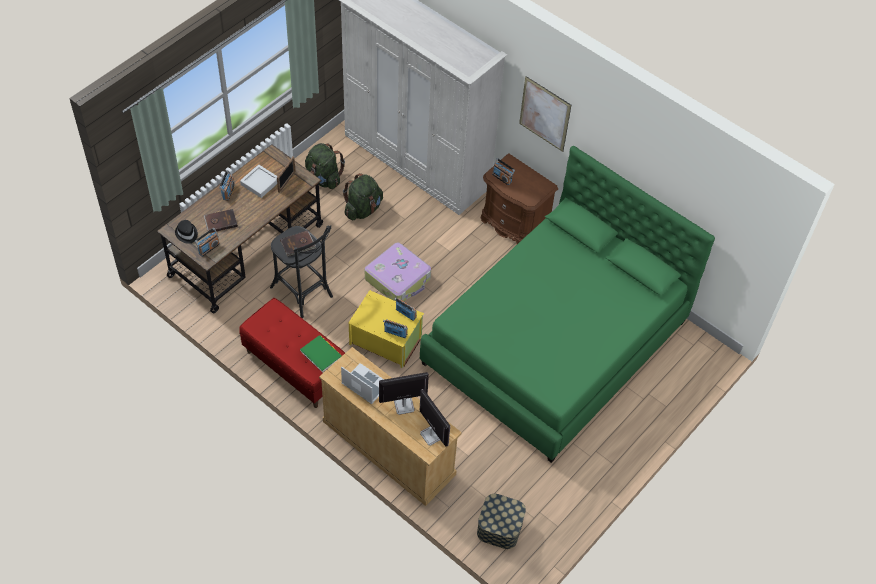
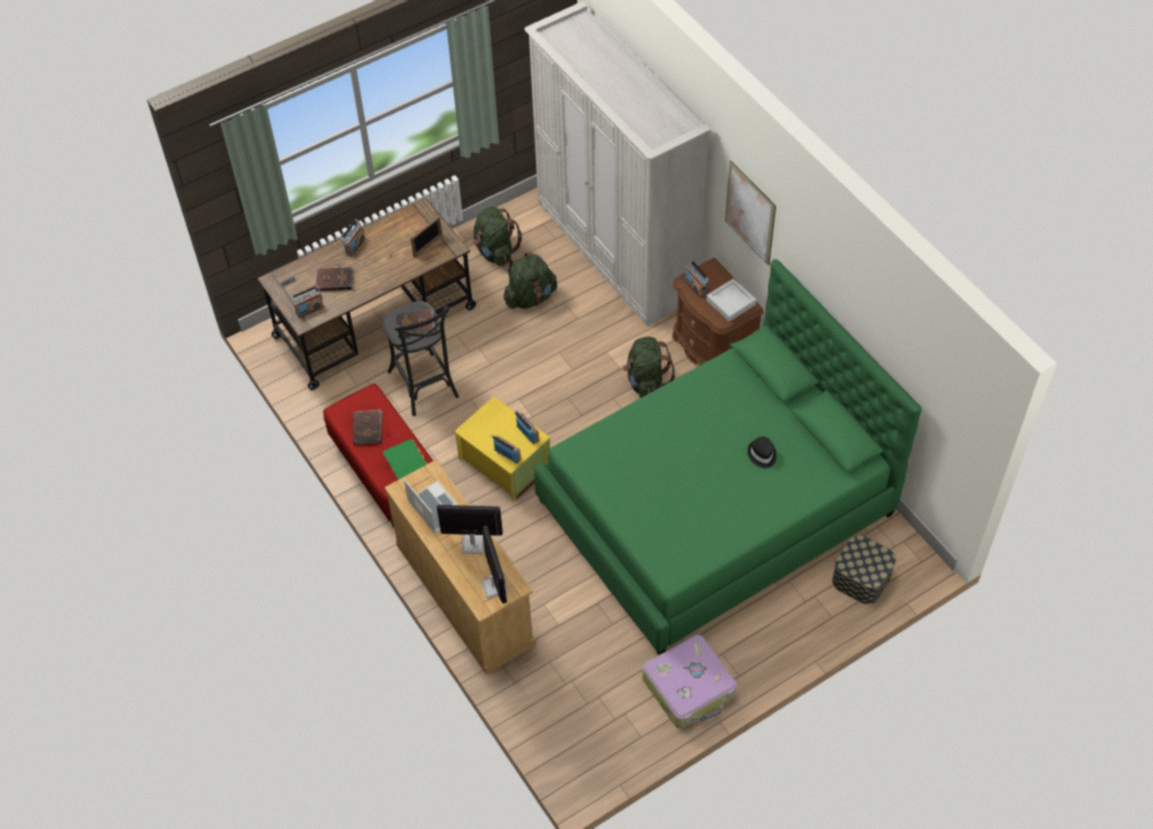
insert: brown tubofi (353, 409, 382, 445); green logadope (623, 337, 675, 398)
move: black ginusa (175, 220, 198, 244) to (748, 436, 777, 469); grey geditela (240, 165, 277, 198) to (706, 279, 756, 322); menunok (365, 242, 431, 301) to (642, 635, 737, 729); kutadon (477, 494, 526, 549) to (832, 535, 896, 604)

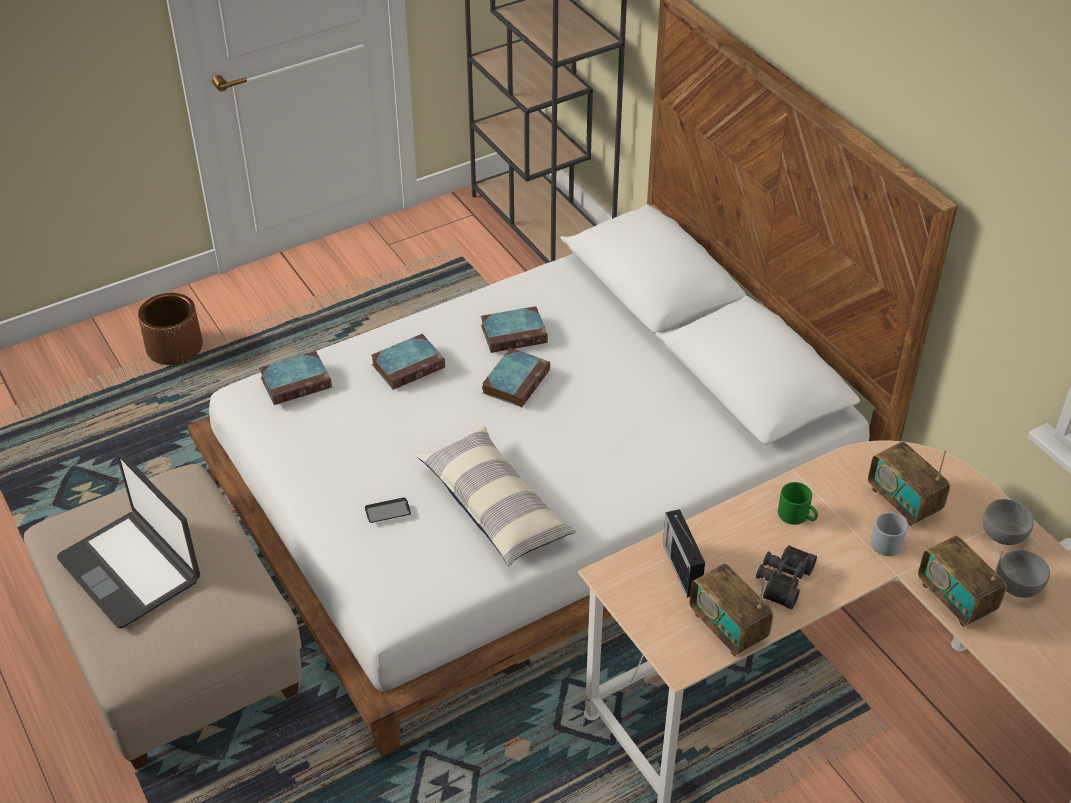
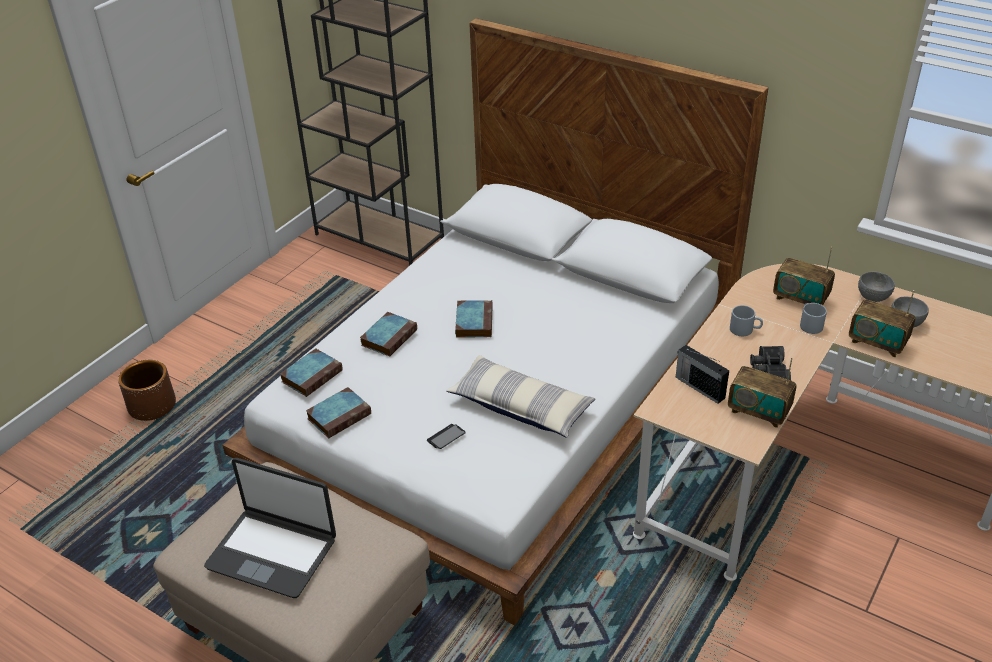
move: tubofi (481, 306, 548, 353) to (306, 387, 371, 438)
recolor: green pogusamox (778, 482, 818, 525) to grey pogusamox (730, 305, 763, 336)

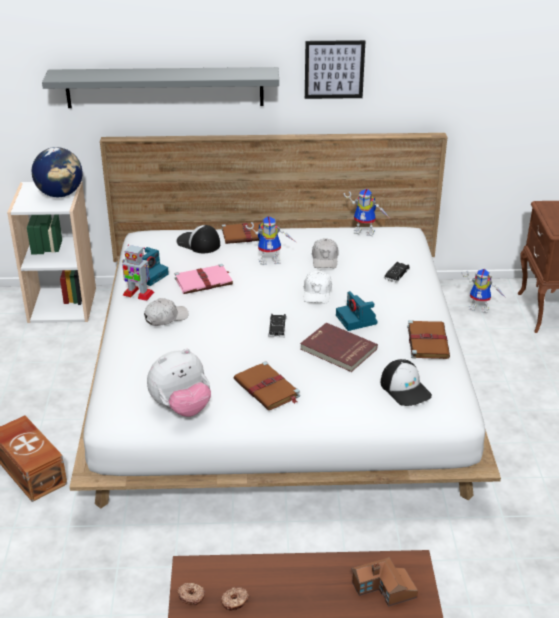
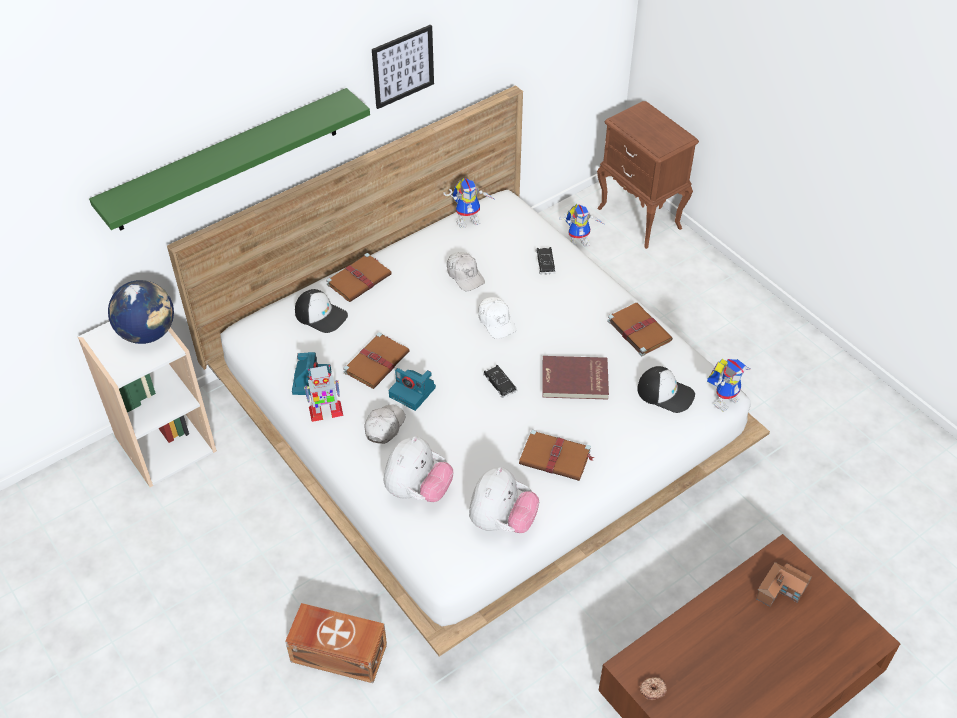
delete: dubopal (221, 587, 249, 611)
insert: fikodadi (383, 436, 453, 502)
move: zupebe (245, 216, 296, 265) to (707, 359, 750, 412); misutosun (336, 291, 377, 331) to (388, 368, 436, 411)
recolor: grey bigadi (42, 67, 279, 108) to green bigadi (89, 88, 370, 231); pink tubofi (175, 264, 233, 294) to brown tubofi (343, 333, 410, 389)
rotate: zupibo (177, 225, 220, 253) = (295, 289, 348, 333) 150 degrees counterclockwise

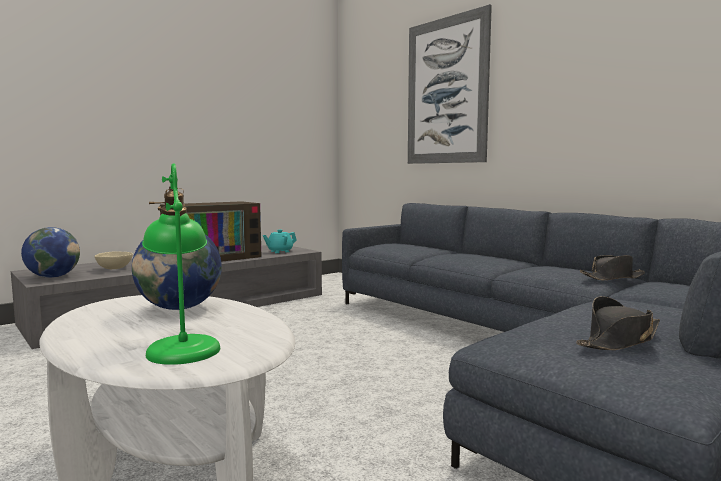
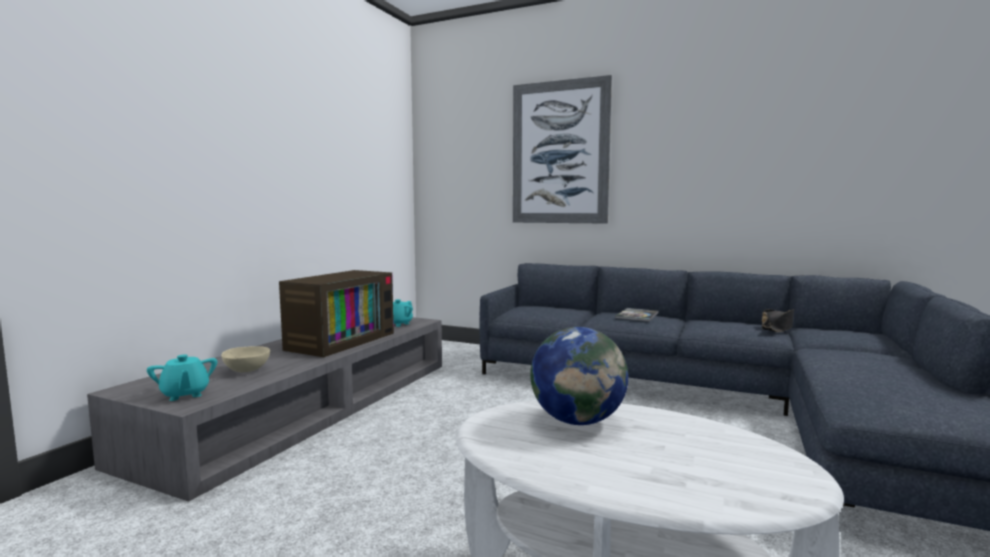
delete: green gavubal (142, 163, 220, 365); black ginusa (576, 296, 660, 350)
insert: tubofi (615, 308, 659, 322)
replace: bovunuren (21, 227, 80, 278) to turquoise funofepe (147, 354, 217, 401)

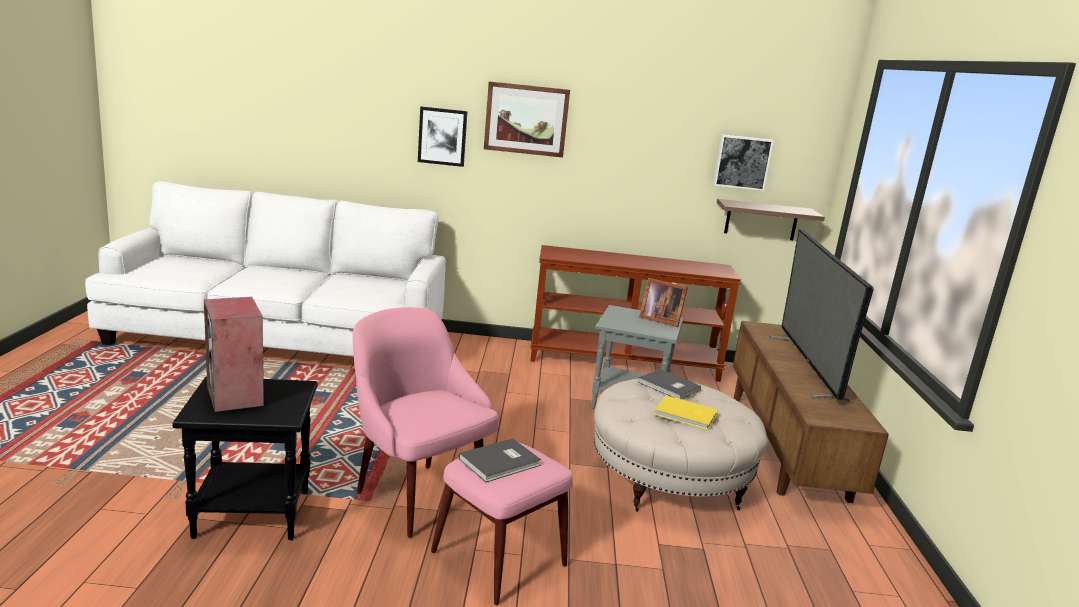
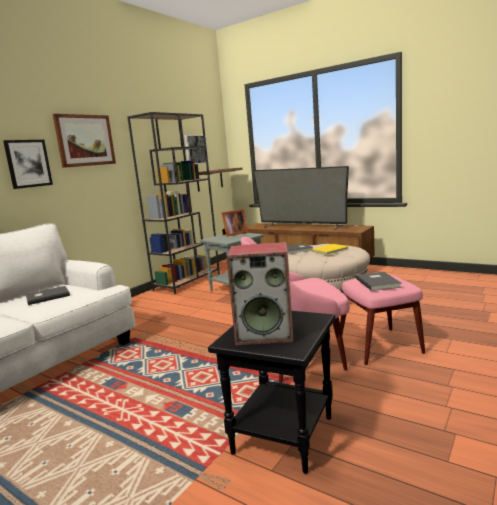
insert: grey tubofi (25, 286, 70, 305)
replace: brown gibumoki (530, 245, 741, 382) to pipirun (127, 112, 220, 294)

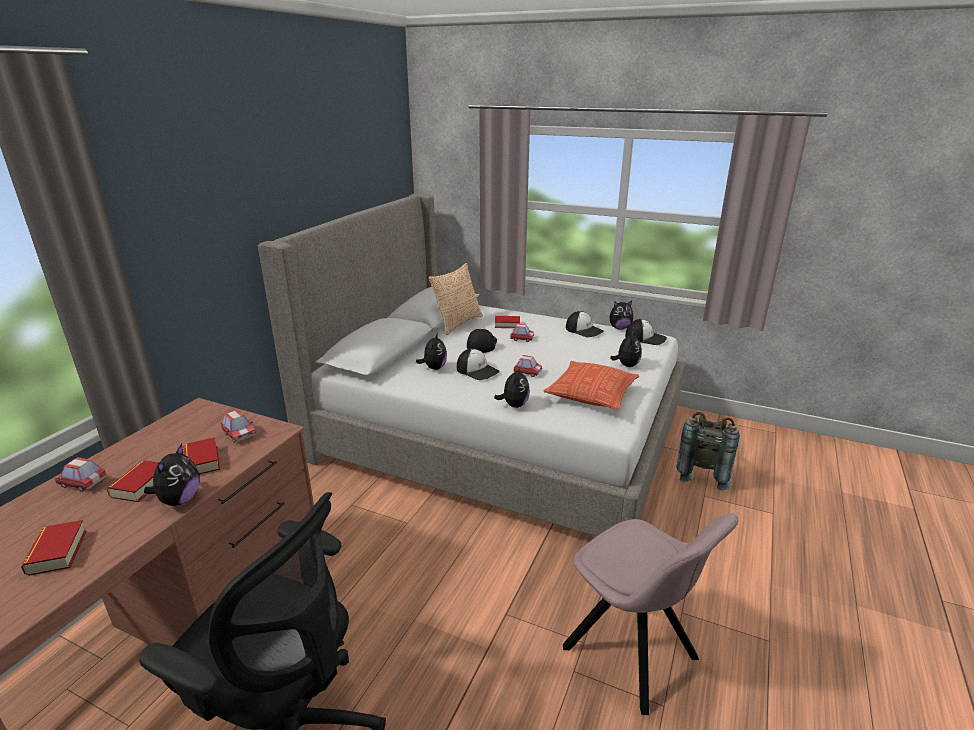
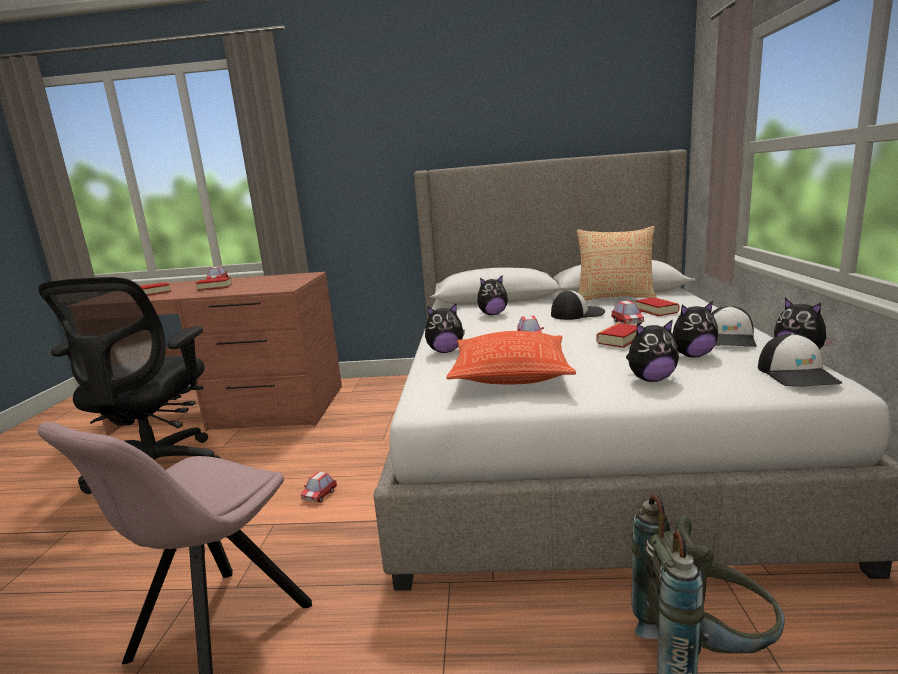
delete: zupibo (457, 348, 500, 380)
move: fikodadi (144, 444, 200, 506) to (671, 301, 718, 357); tubofi (183, 437, 220, 474) to (596, 323, 643, 348); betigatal (220, 410, 256, 443) to (301, 471, 337, 503)

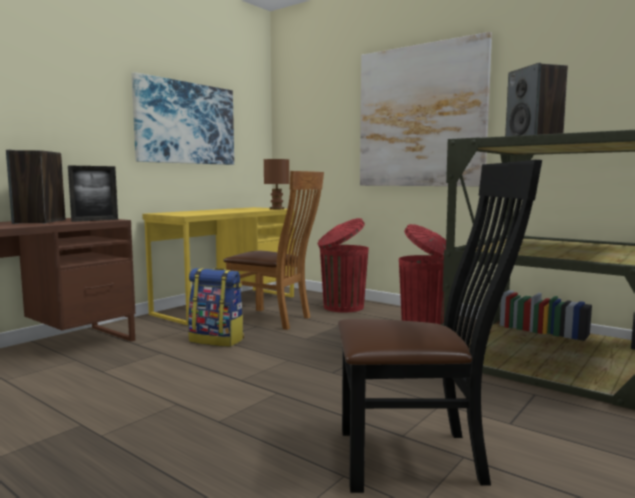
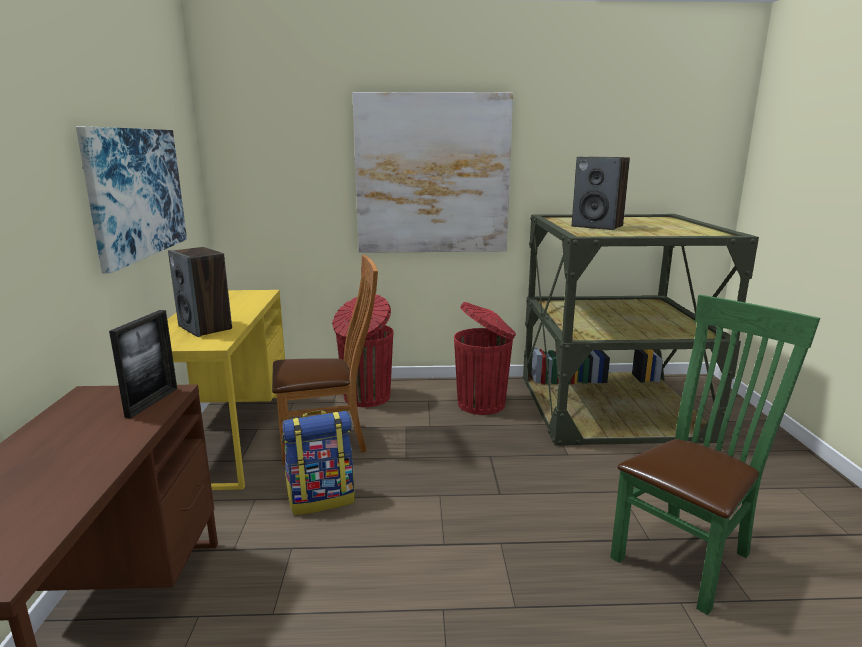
delete: brown gavubal (264, 159, 290, 210)
move: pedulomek (6, 150, 65, 224) to (168, 247, 232, 337)
recolor: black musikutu (338, 160, 542, 493) to green musikutu (610, 295, 820, 615)

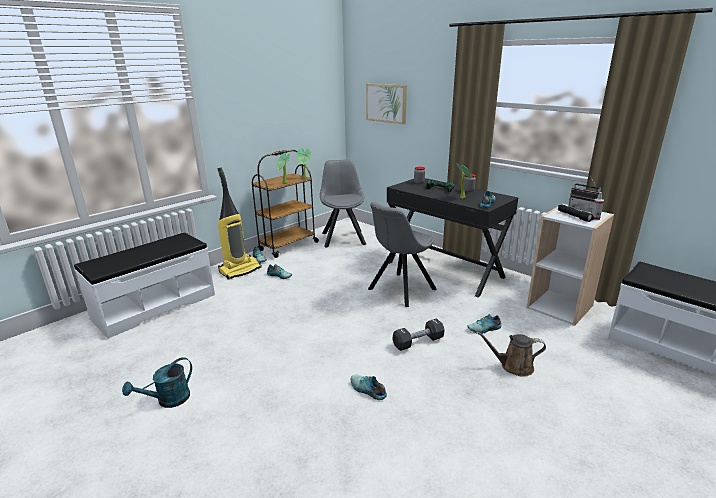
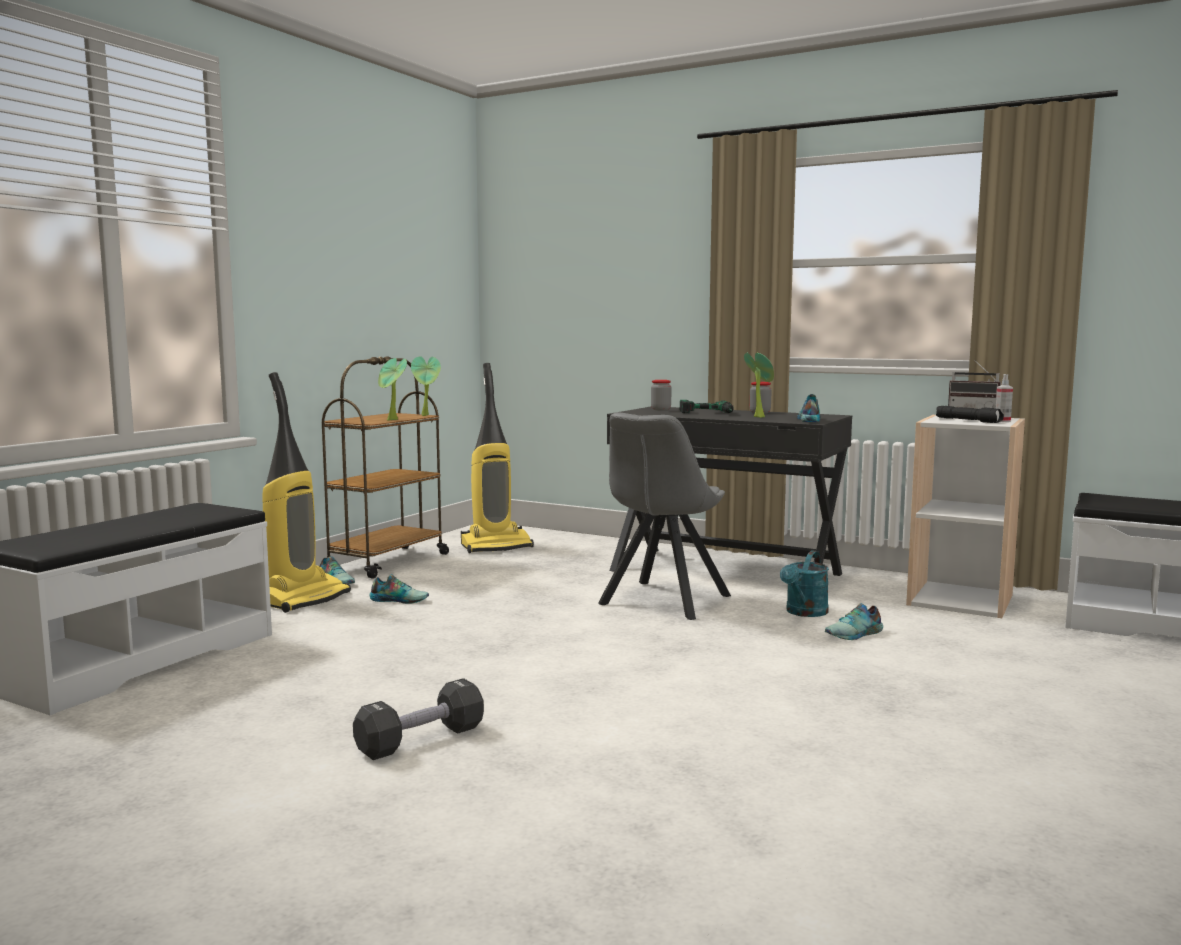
delete: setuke (351, 374, 387, 400); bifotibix (366, 84, 407, 124); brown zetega (476, 332, 546, 377)
move: turquoise zetega (122, 357, 192, 408) to (780, 550, 829, 617); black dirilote (393, 318, 445, 351) to (353, 678, 484, 760)
replace: grey musikutu (320, 159, 366, 247) to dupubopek (461, 363, 534, 553)

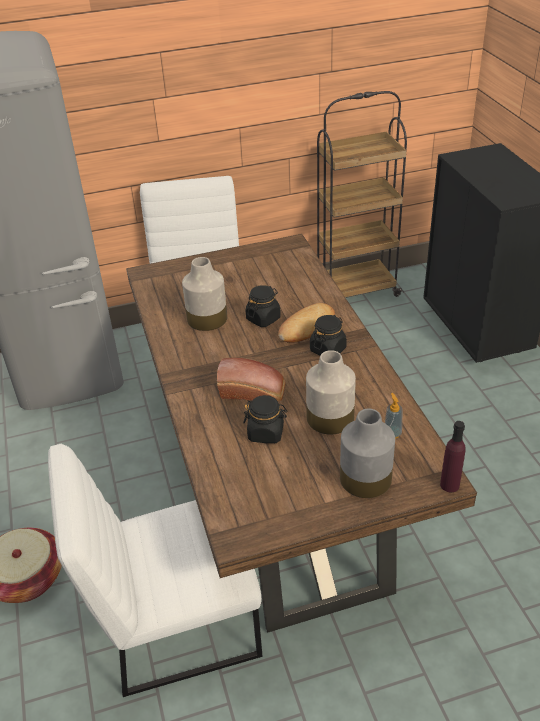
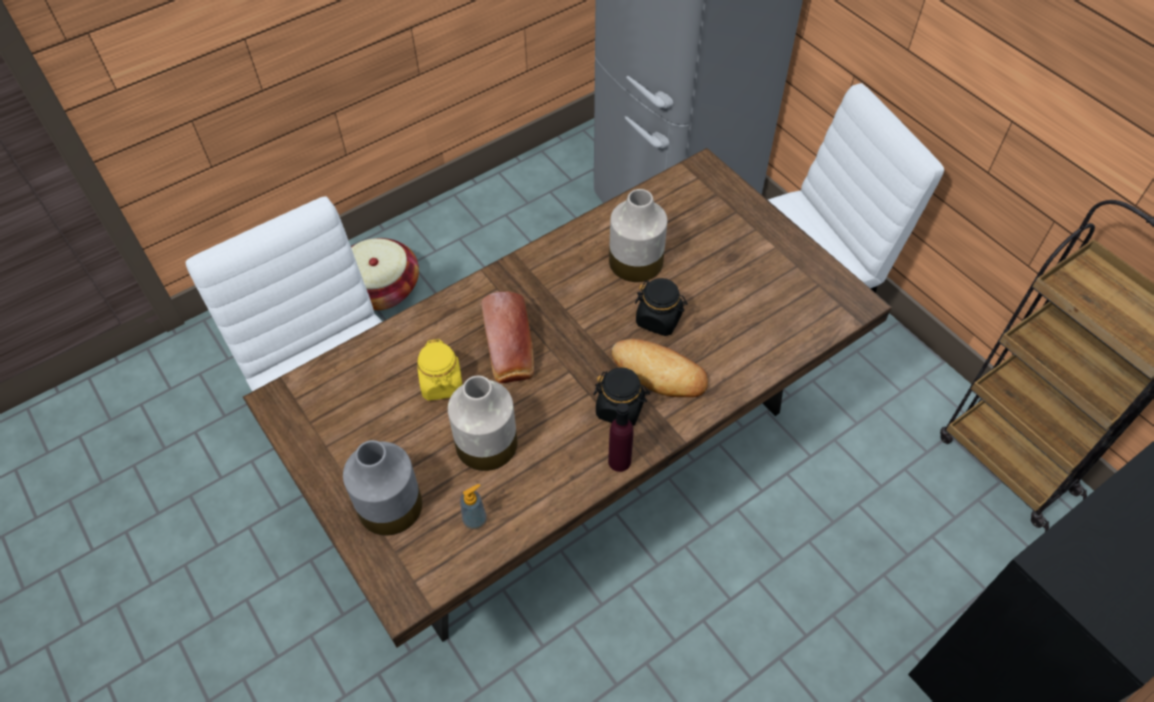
move: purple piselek (440, 421, 466, 492) to (608, 403, 633, 472)
recolor: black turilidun (243, 395, 288, 443) to yellow turilidun (417, 339, 463, 401)

